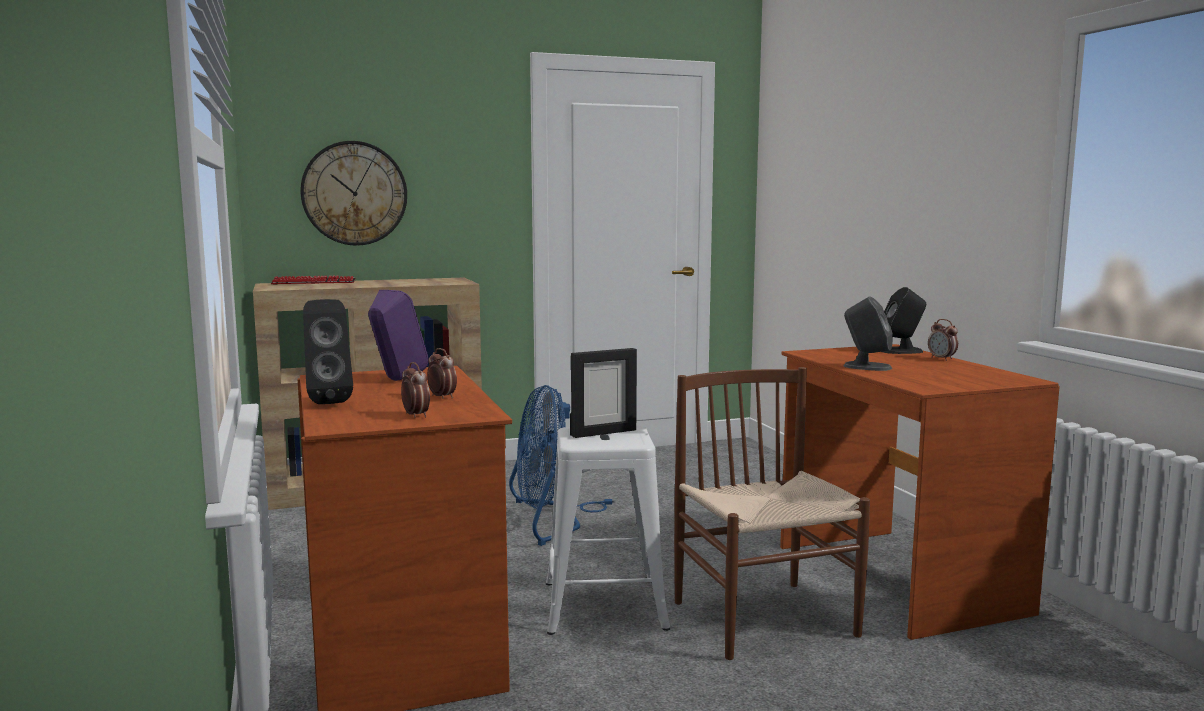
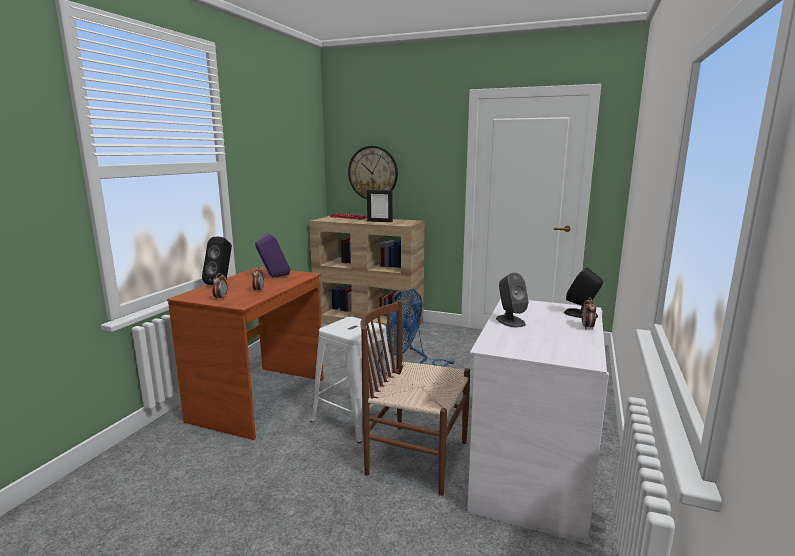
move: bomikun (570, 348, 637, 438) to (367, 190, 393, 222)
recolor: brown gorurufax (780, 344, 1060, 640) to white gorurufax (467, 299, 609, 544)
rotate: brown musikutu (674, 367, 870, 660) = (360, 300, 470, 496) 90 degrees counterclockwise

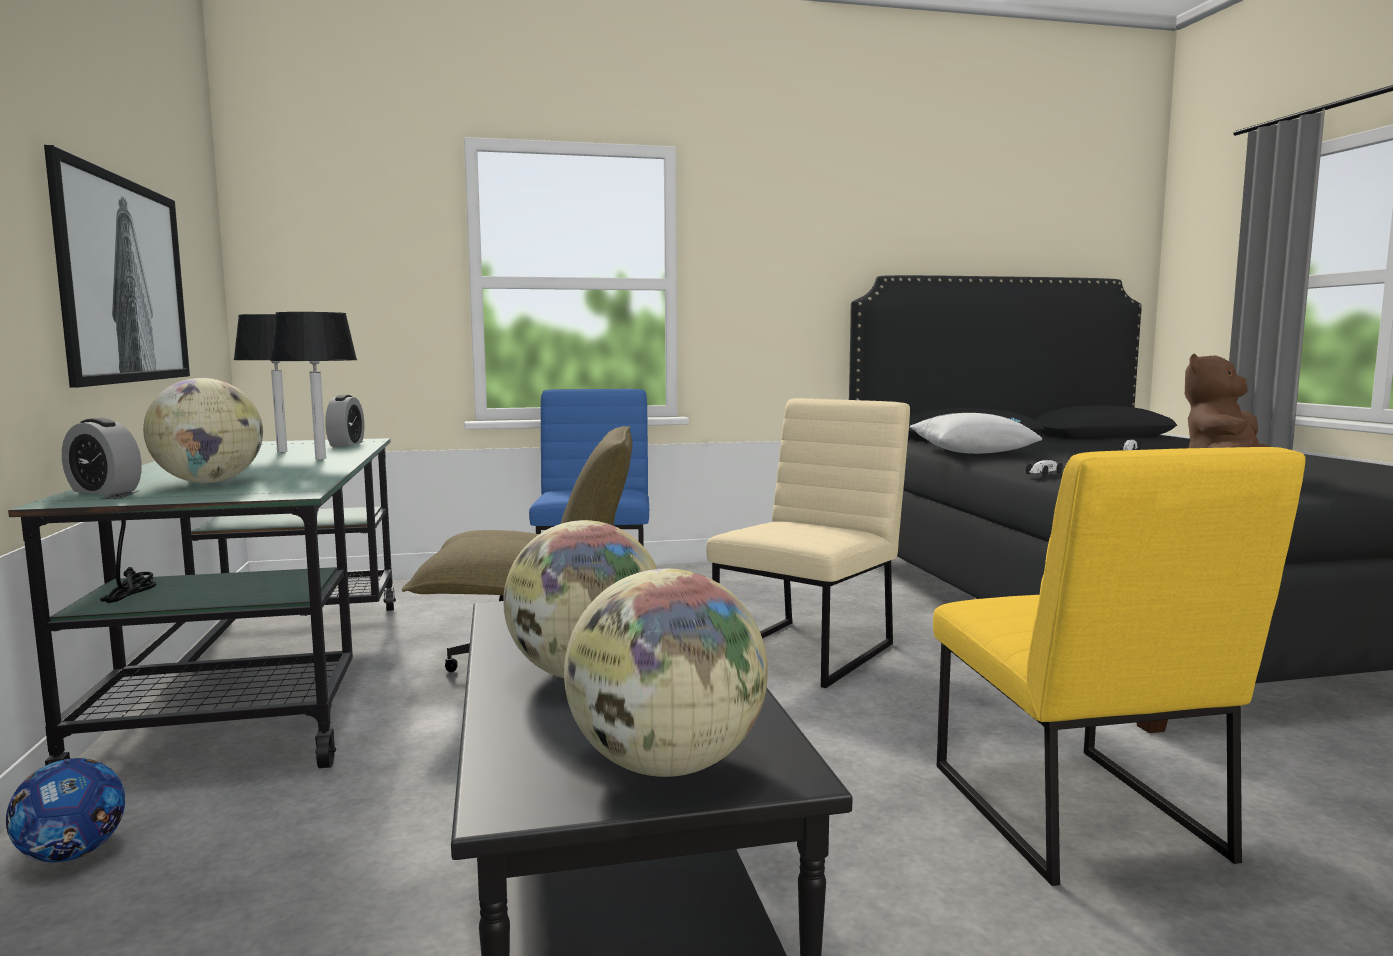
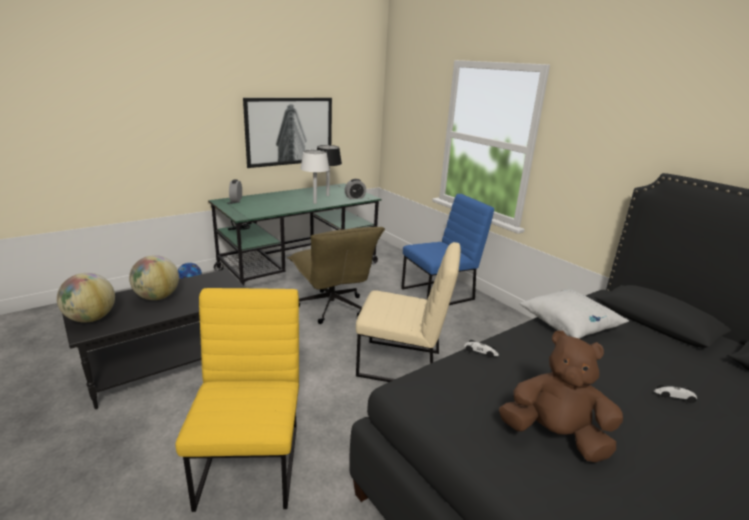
delete: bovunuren (143, 378, 263, 483)
recolor: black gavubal (270, 312, 357, 459) to white gavubal (300, 150, 330, 204)
rotate: yellow musikutu (933, 447, 1305, 886) = (175, 288, 299, 512) 120 degrees clockwise

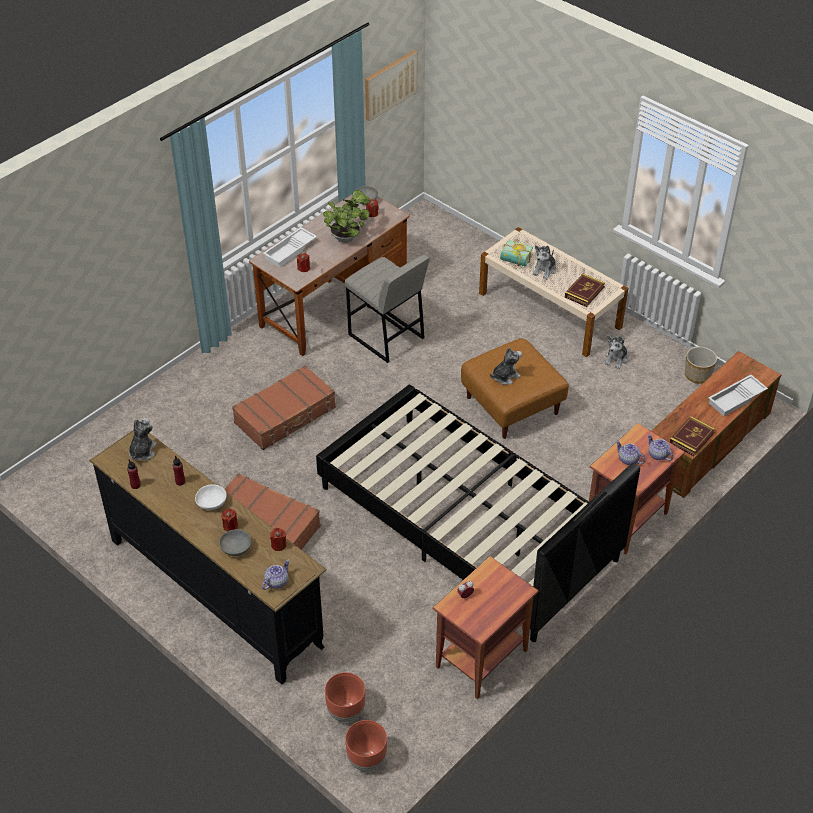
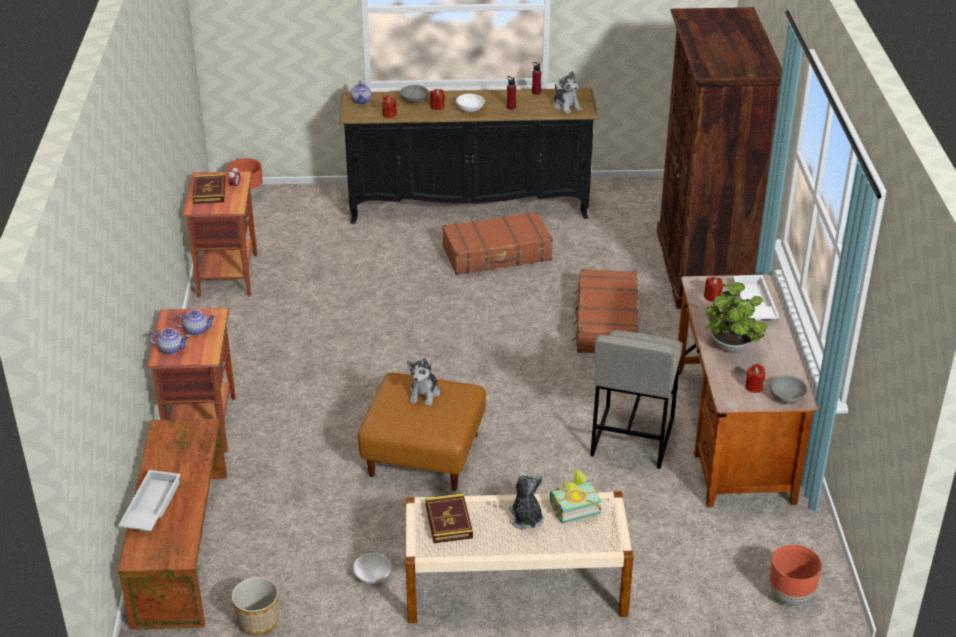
delete: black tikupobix (316, 385, 640, 642); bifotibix (365, 50, 418, 122)
insert: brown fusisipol (657, 7, 782, 309)
move: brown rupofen (325, 672, 365, 722) to (769, 545, 822, 606); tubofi (670, 416, 715, 456) to (193, 174, 226, 204)
replace: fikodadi (605, 336, 628, 369) to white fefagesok (353, 553, 391, 584)
rotate: grey musikutu (345, 255, 430, 363) = (590, 330, 683, 469) 75 degrees counterclockwise

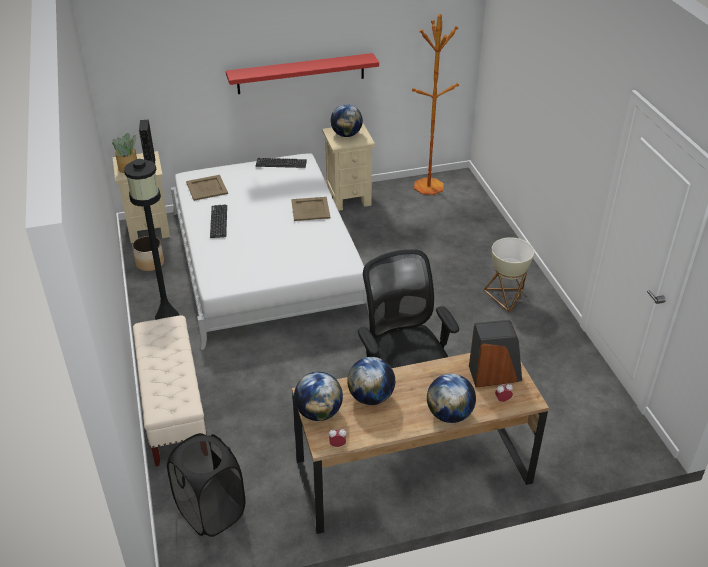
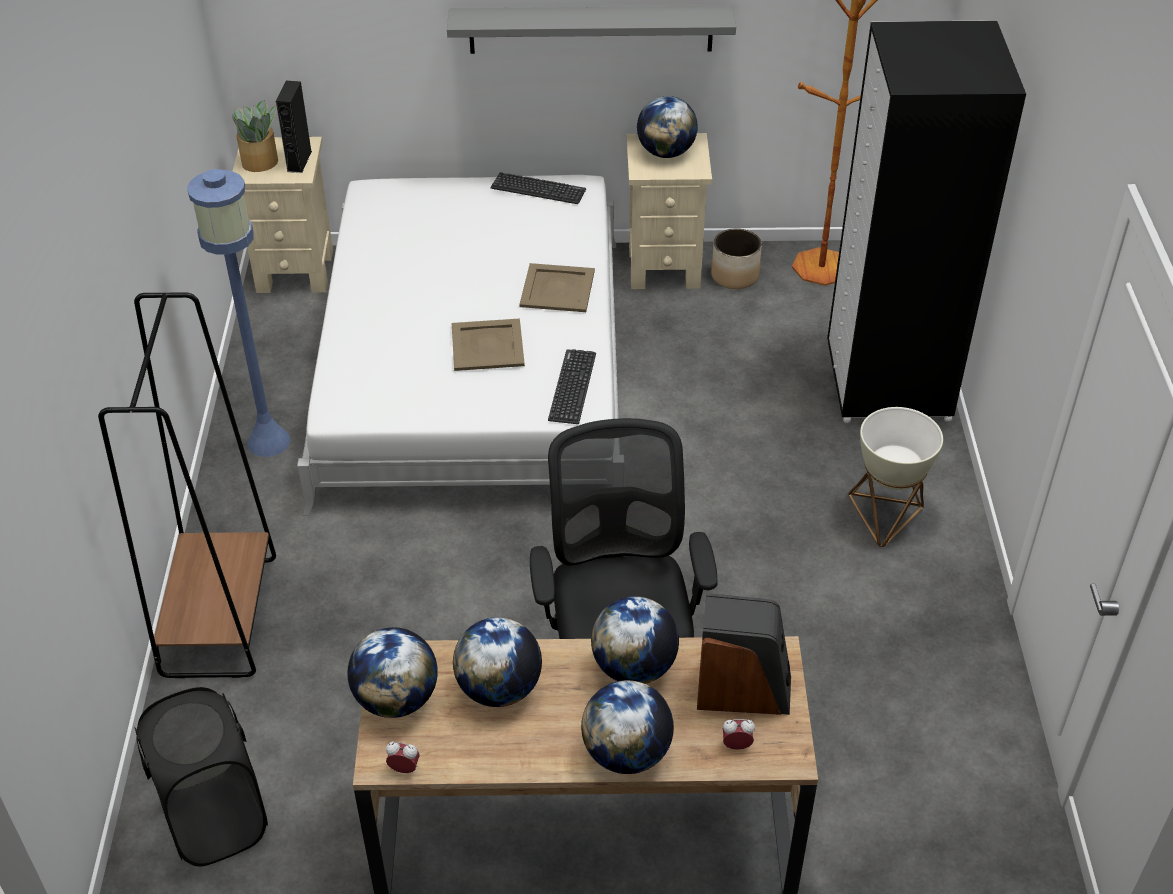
insert: bovunuren (591, 596, 679, 684); fusisipol (827, 20, 1026, 424)
move: rupofen (132, 236, 164, 271) to (711, 228, 762, 289); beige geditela (186, 175, 228, 201) to (452, 318, 525, 371); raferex (210, 205, 227, 238) to (548, 349, 596, 424)
replace: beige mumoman (133, 315, 207, 466) to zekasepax (98, 292, 276, 678)
recolor: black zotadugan (124, 159, 179, 320) to blue zotadugan (187, 169, 290, 457); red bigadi (226, 53, 379, 94) to grey bigadi (447, 6, 736, 54)

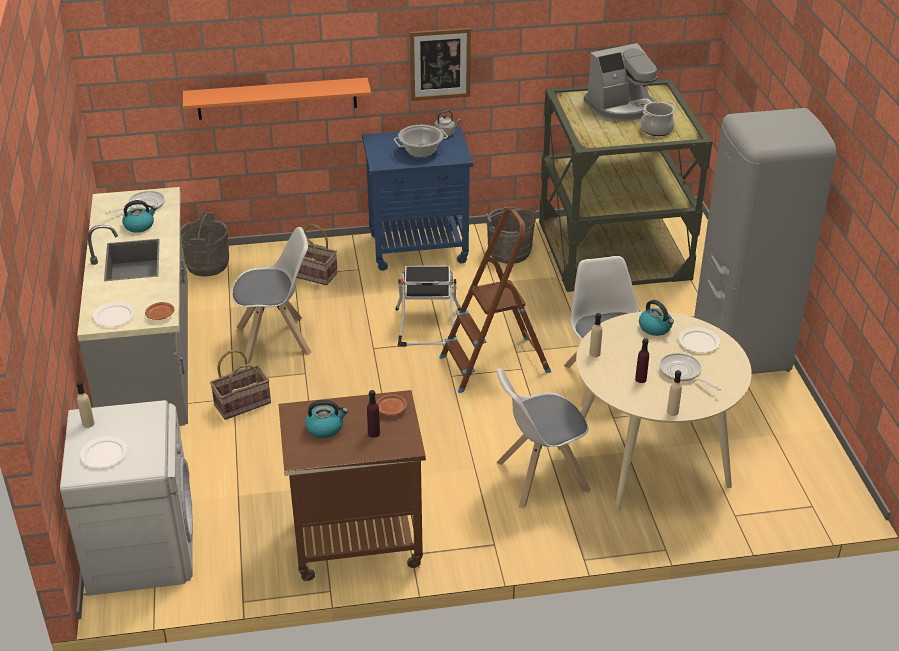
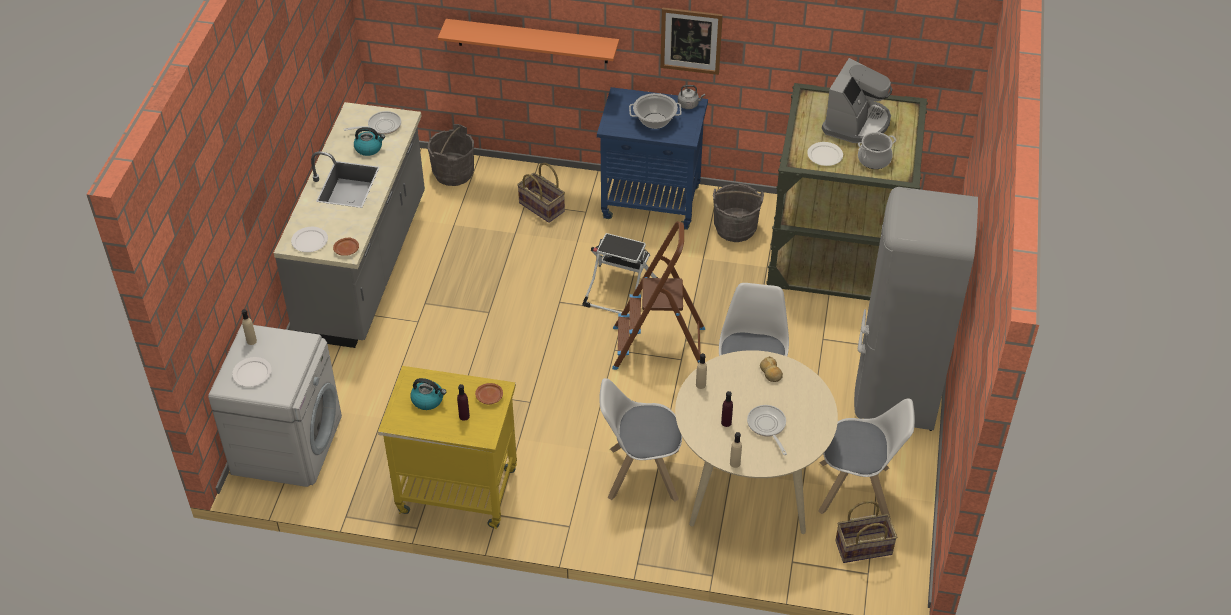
move: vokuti (210, 350, 271, 420) to (835, 500, 897, 563); musikutu (232, 227, 311, 364) to (818, 399, 915, 516); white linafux (678, 327, 720, 353) to (807, 142, 843, 166)
replace: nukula (639, 300, 674, 336) to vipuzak (760, 356, 783, 382)
recolor: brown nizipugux (278, 390, 426, 582) to yellow nizipugux (378, 366, 517, 529)
rotate: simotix (584, 43, 658, 121) = (822, 58, 892, 143) 60 degrees counterclockwise

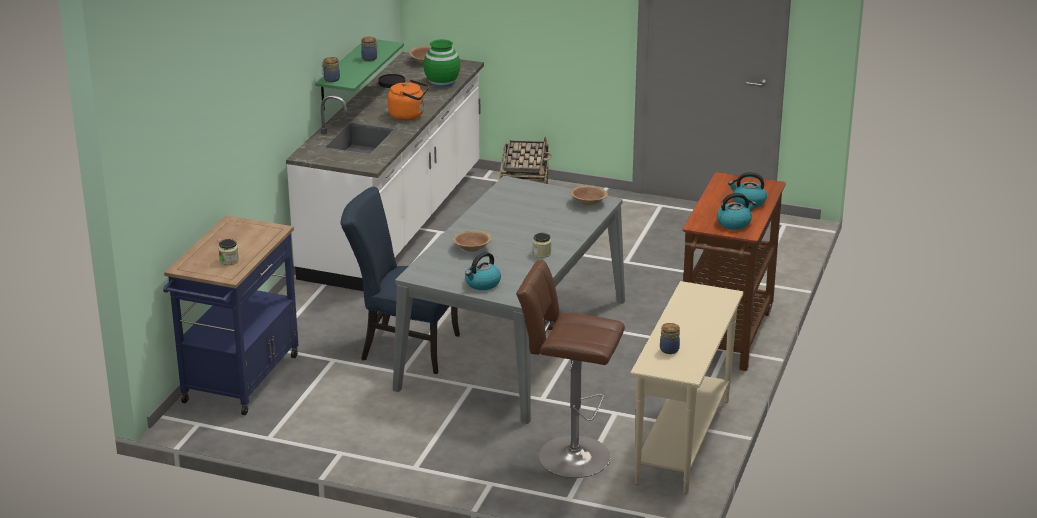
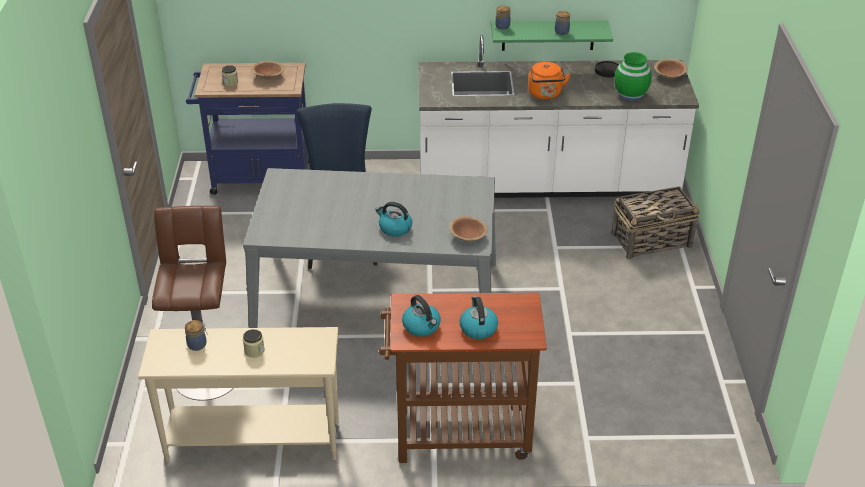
move: brown fefagesok (453, 230, 492, 252) to (251, 61, 284, 80); nukula (465, 252, 501, 290) to (375, 202, 412, 237); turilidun (533, 233, 551, 258) to (243, 329, 265, 358)

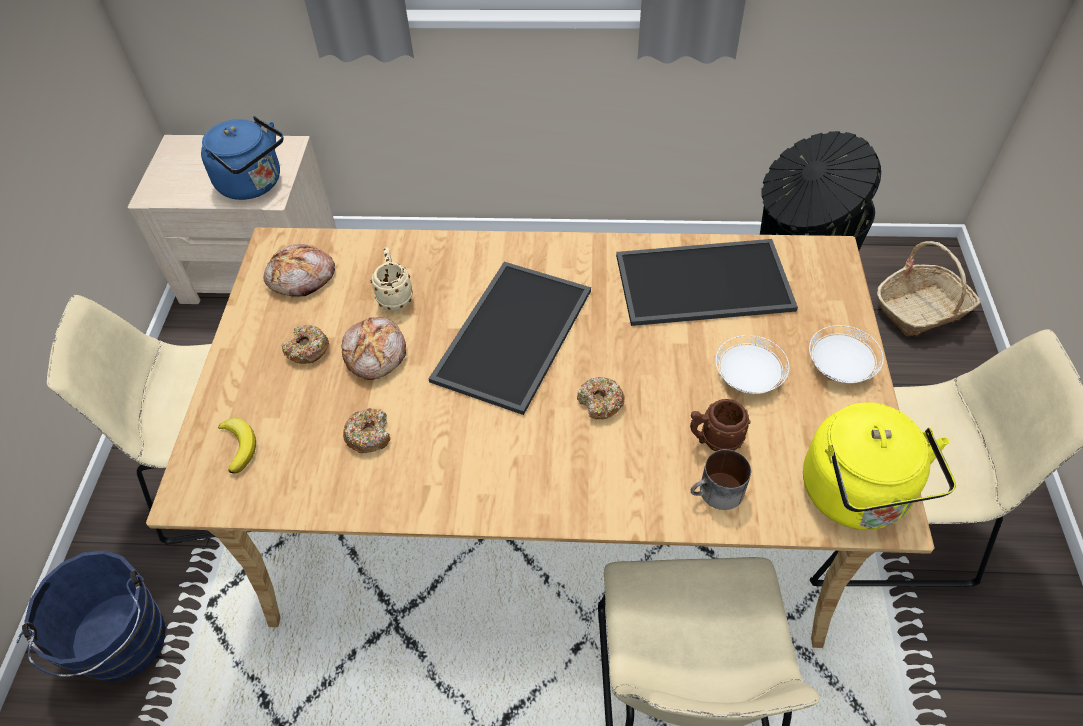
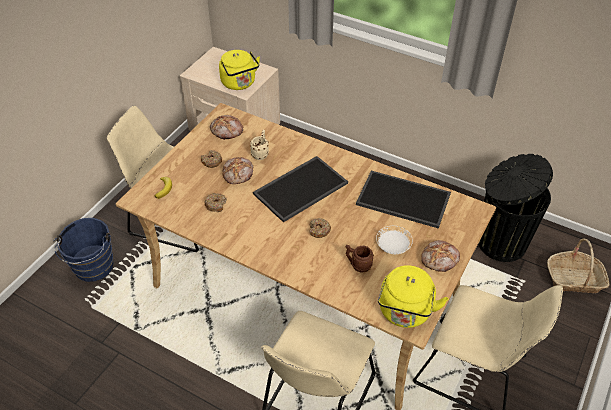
delete: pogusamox (690, 449, 751, 510)
replace: white linafux (809, 325, 883, 383) to vipuzak (421, 240, 460, 272)
recolor: blue nukula (201, 116, 284, 200) to yellow nukula (219, 50, 260, 90)

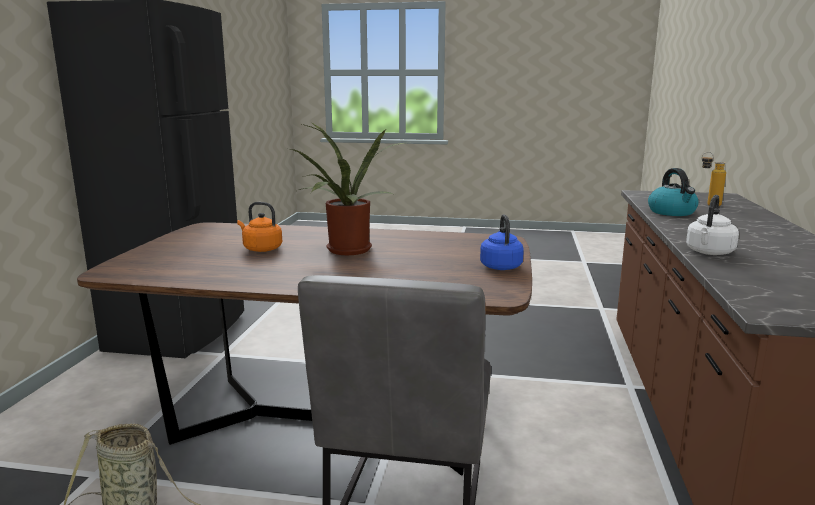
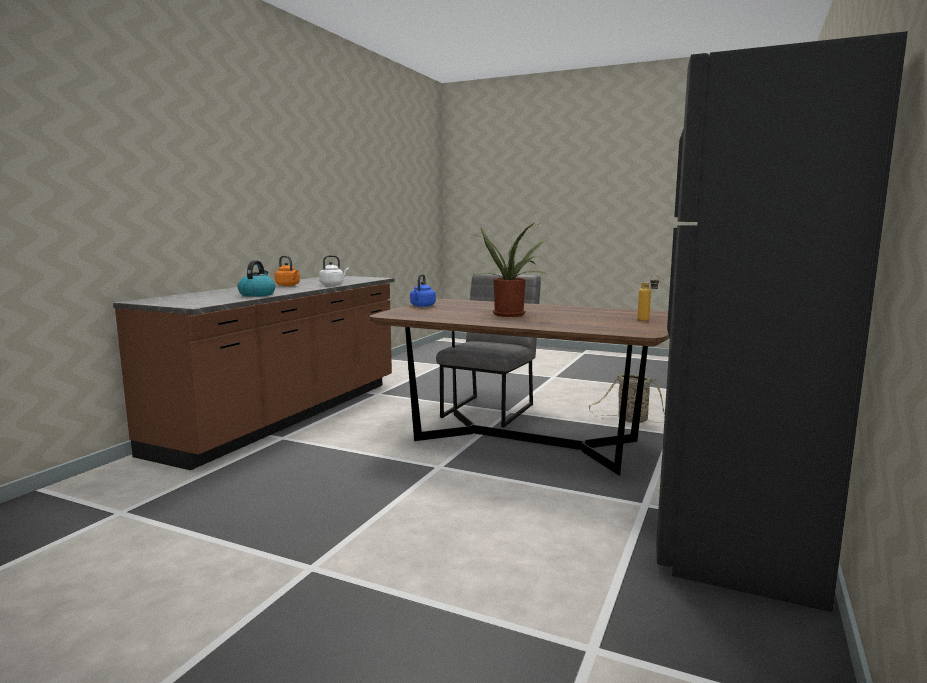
move: orange nukula (237, 202, 282, 252) to (275, 256, 300, 286); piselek (702, 152, 726, 206) to (637, 274, 659, 321)

